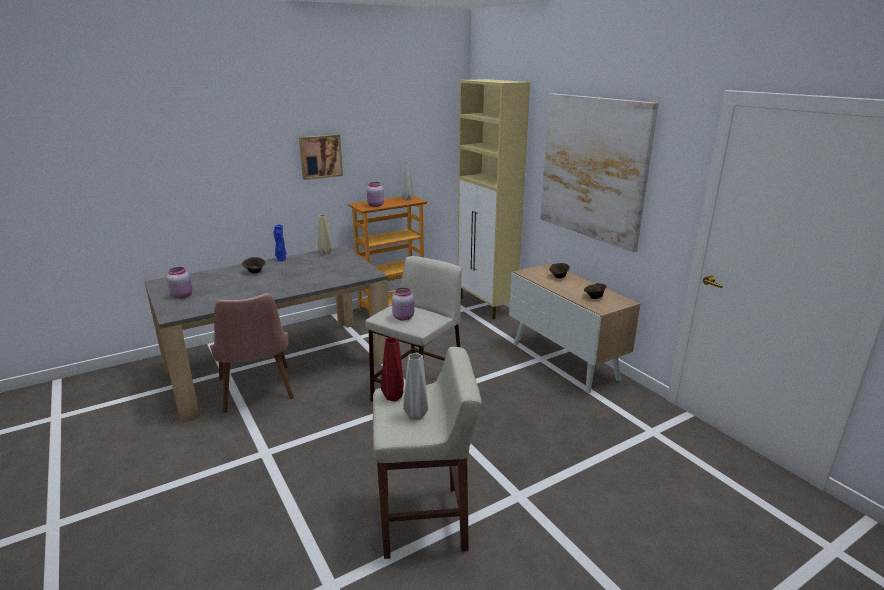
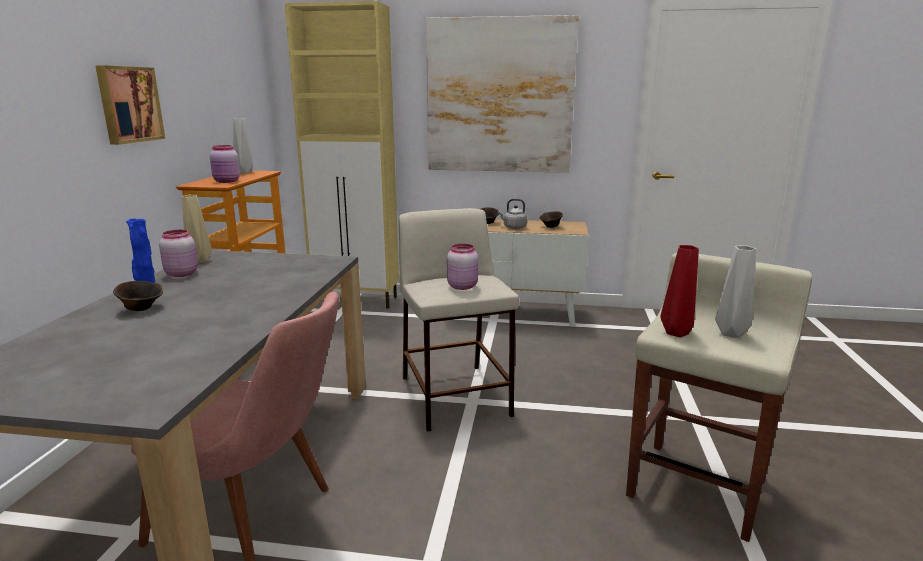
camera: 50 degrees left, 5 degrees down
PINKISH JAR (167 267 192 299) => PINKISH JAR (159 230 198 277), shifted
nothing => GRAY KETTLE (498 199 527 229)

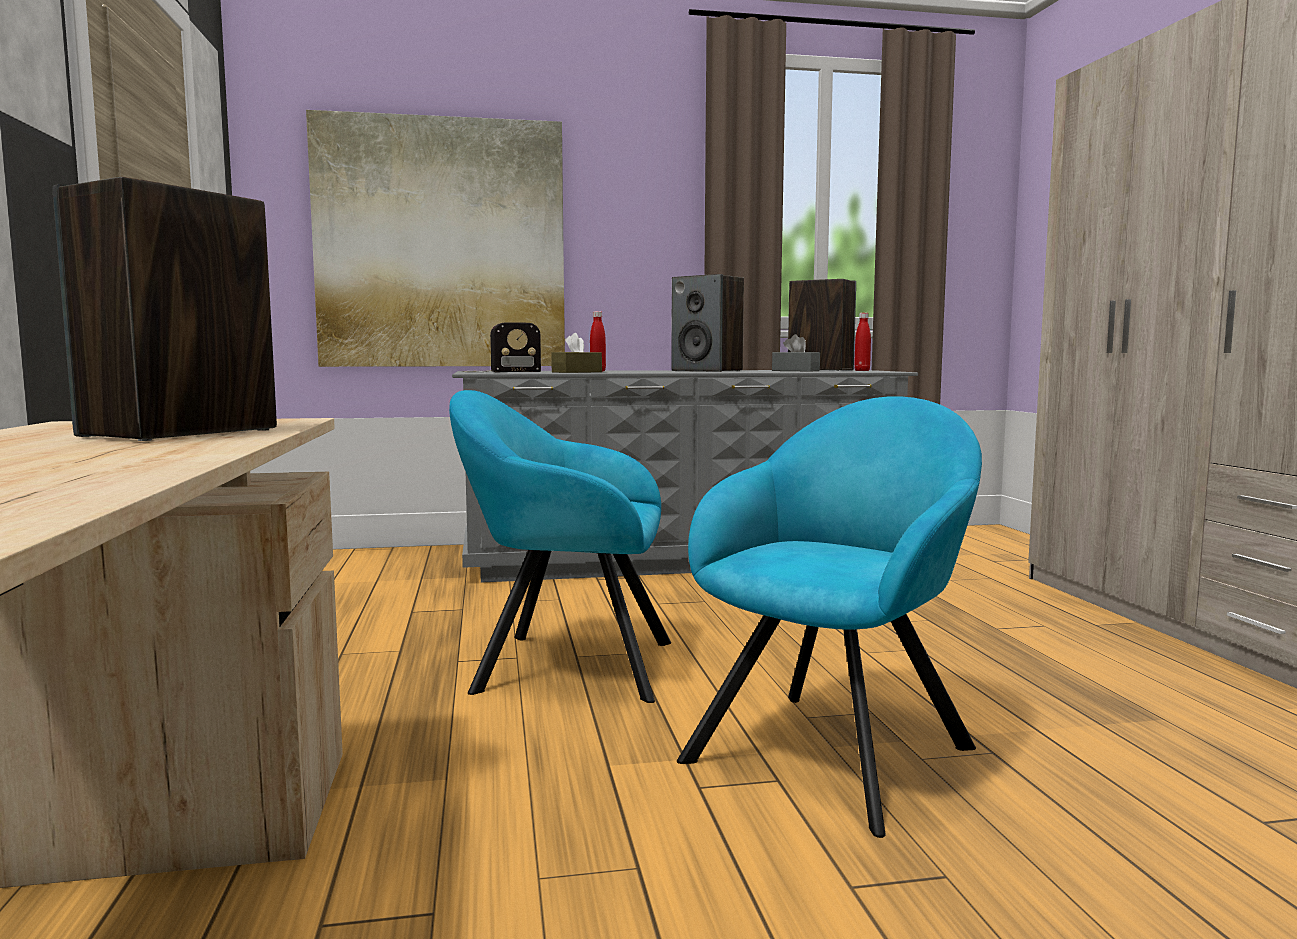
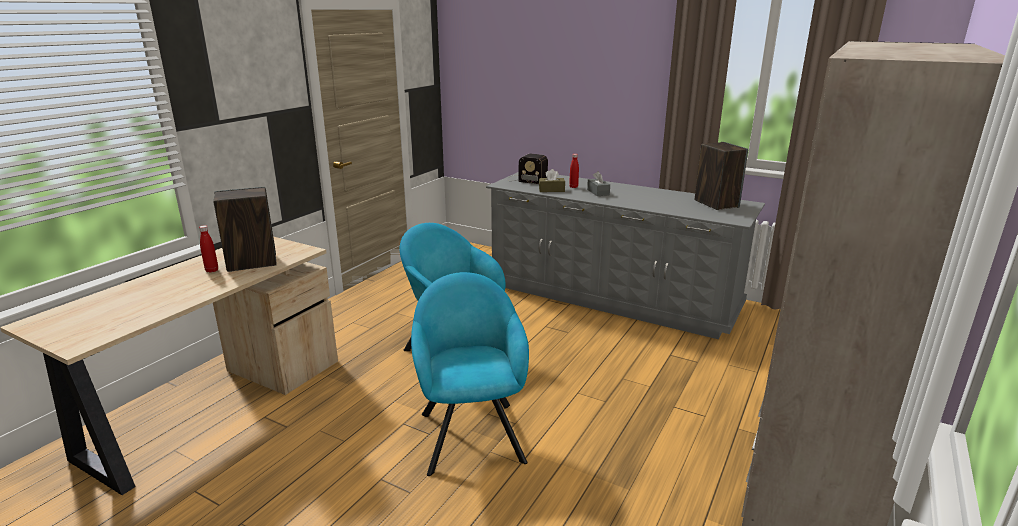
camera: 40 degrees right, 15 degrees up
WALL PICTURE (306 110 565 367) => nothing
LOUDSPEAKER (671 274 744 372) => nothing
TURQUOISE LOUNGE CHAIR (677 396 982 838) => TURQUOISE LOUNGE CHAIR (411 272 529 476), 90 degrees counterclockwise
GRAY TISSUE BOX (772 334 820 371) => GRAY TISSUE BOX (587 171 610 196), shifted
RED-COLOURED BEVERAGE BOTTLE (854 313 871 371) => RED-COLOURED BEVERAGE BOTTLE (199 225 218 273), shifted

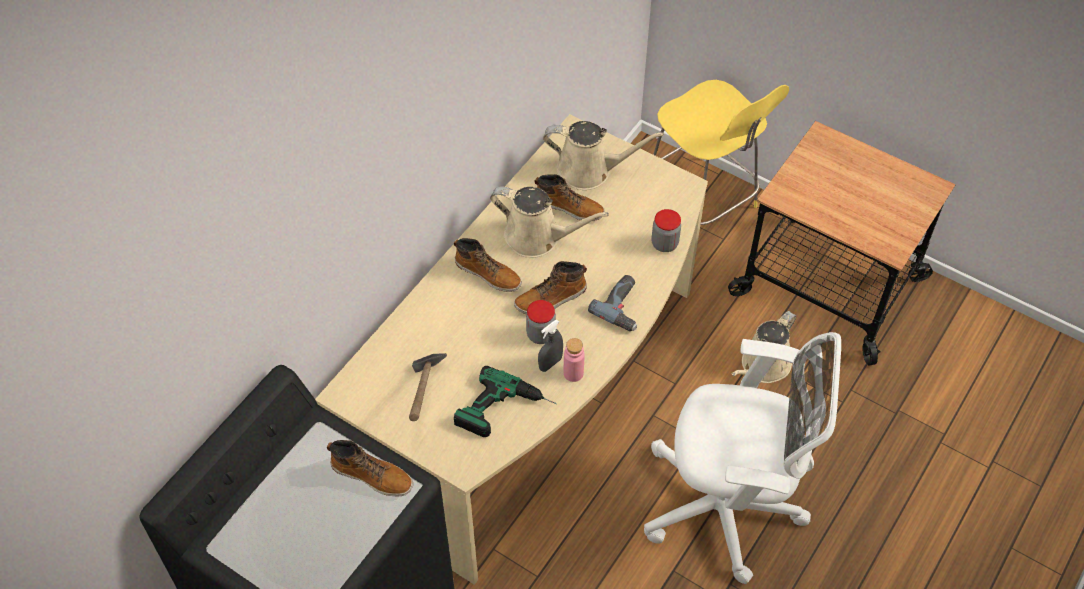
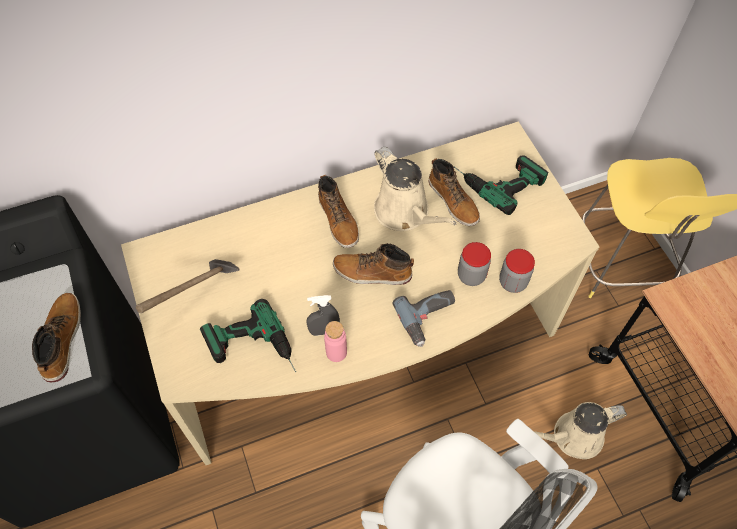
camera: 35 degrees right, 5 degrees up
HIGH-TOP BOOT (326 440 413 496) => HIGH-TOP BOOT (32 293 81 382), 150 degrees counterclockwise
JAR (526 300 556 344) => JAR (458 242 491 286), shifted
SAND-COLOURED SPRINKLING CAN (543 121 664 190) => DRILL (454 155 548 215)

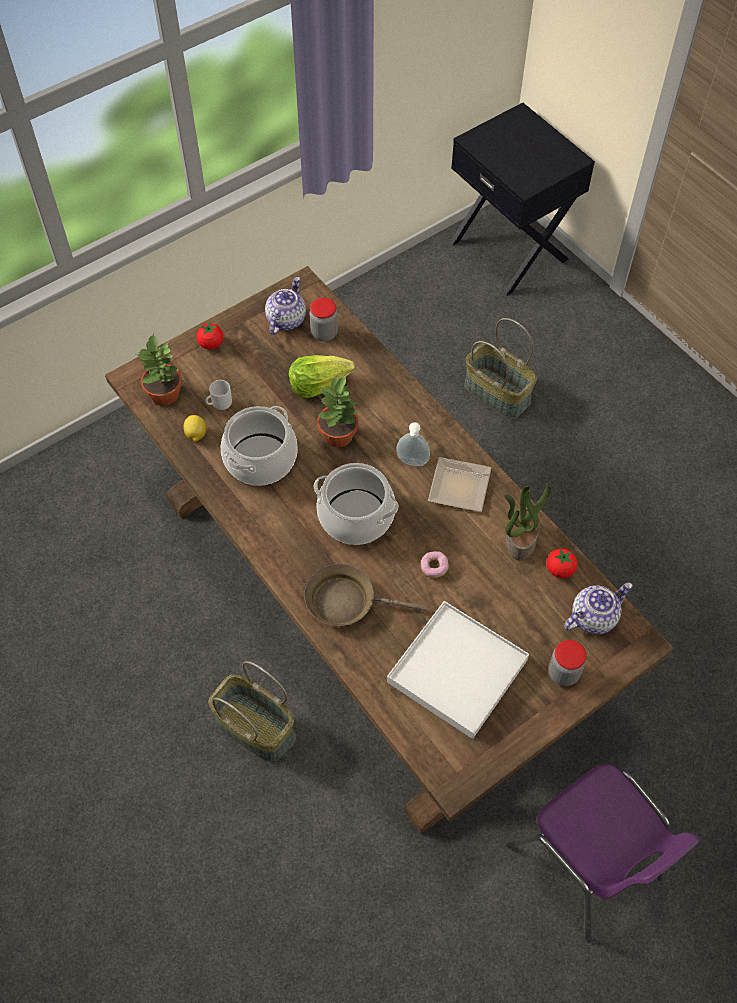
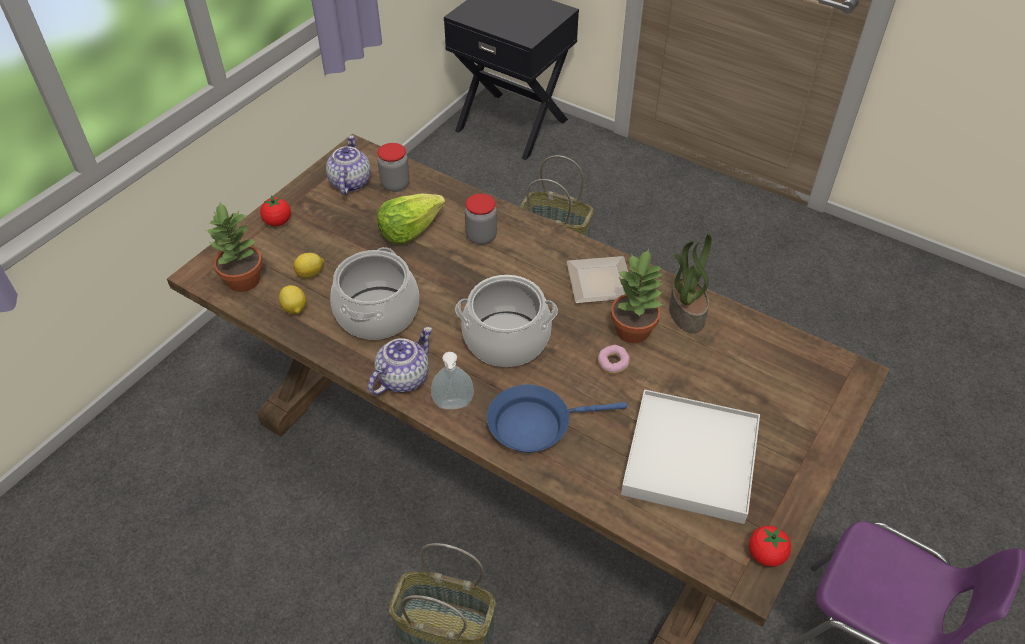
camera: 20 degrees left, 10 degrees down
COFFEE MUG (205 380 232 410) => WHOLE LEMON (294 253 324 278)
BROWNISH FRYING PAN (304 564 427 626) => BLUE-COLOURED FRYING PAN (487 385 627 453)
PLANT IN A POT (317 375 359 447) => PLANT IN A POT (611 249 664 343), shifted
LIQUID SOAP BOTTLE (396 423 430 466) => LIQUID SOAP BOTTLE (431 352 474 410), shifted
WHOLE TOMATO (547 548 578 578) => WHOLE TOMATO (749 526 791 567), shifted
JAR (548 640 587 686) => JAR (465 194 497 245), shifted
POT FOR TEA (564 583 633 634) => POT FOR TEA (368 327 432 395), shifted

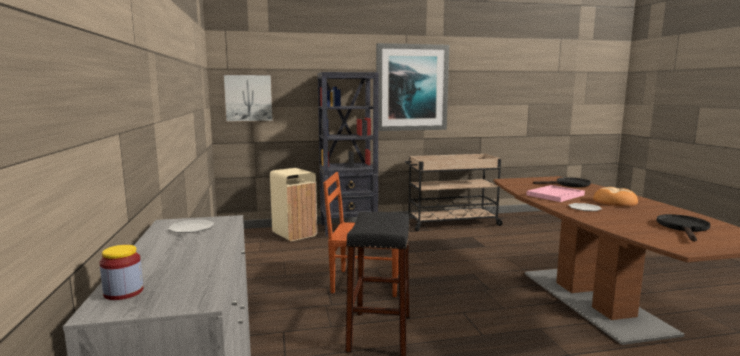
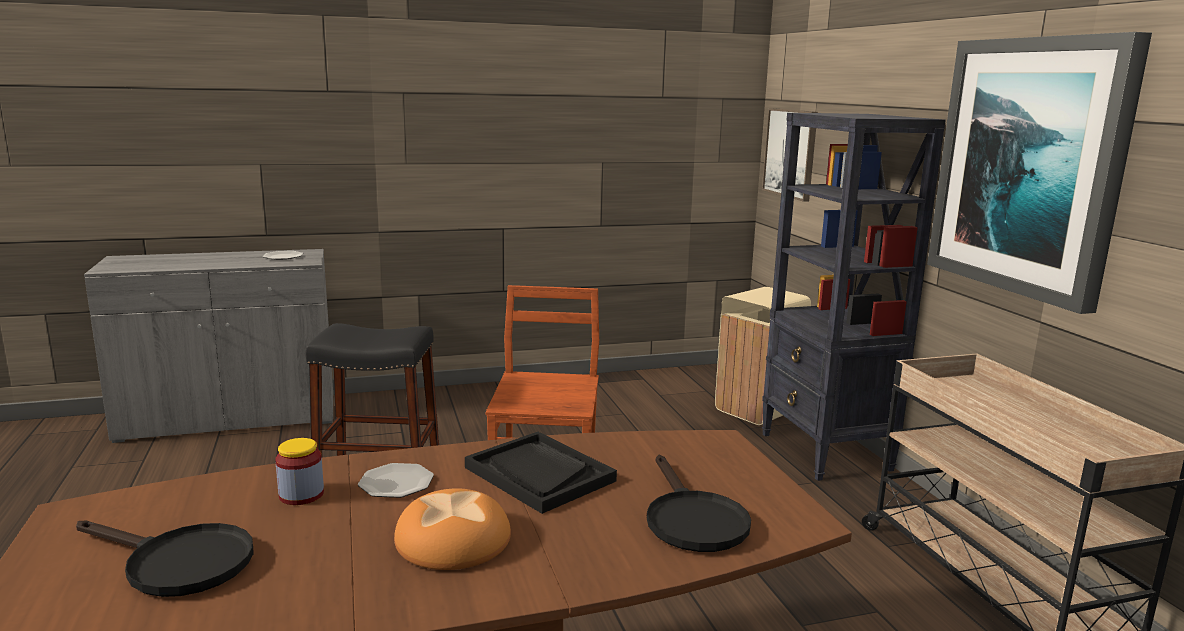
camera: 85 degrees right, 5 degrees up
JAR (99 245 143 300) => JAR (275 438 324 505), shifted
PINKISH SERVING TRAY (526 185 585 202) => BLACKISH SERVING TRAY (465 432 617 514)

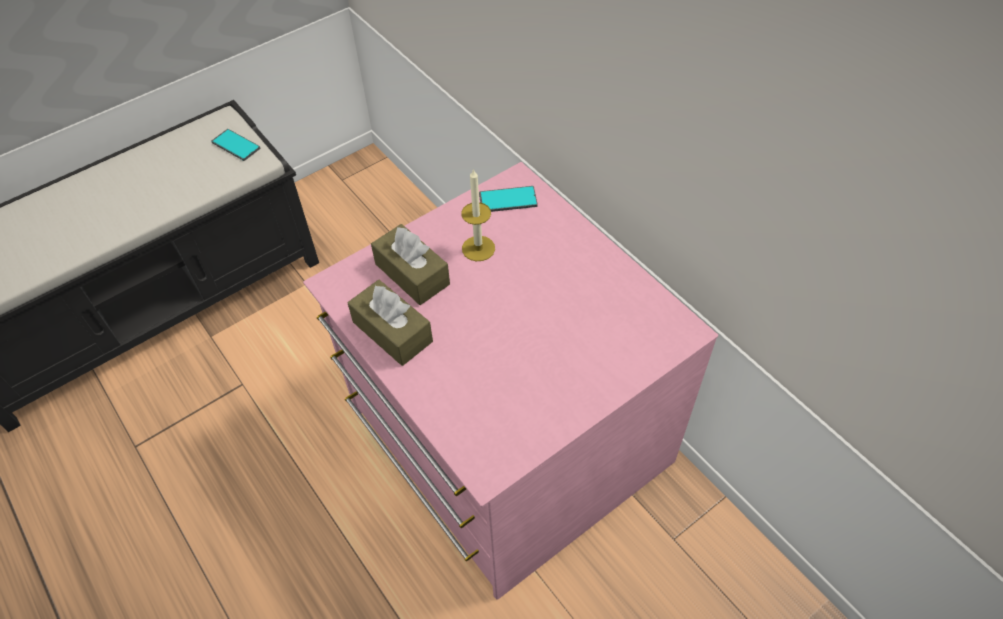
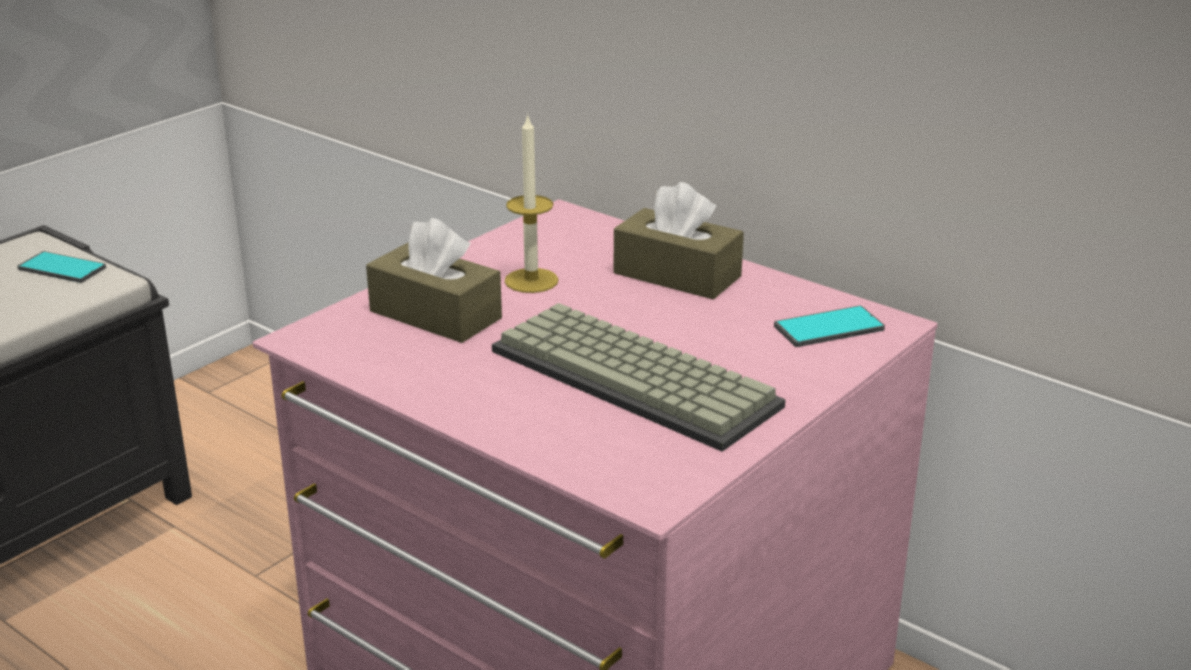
camera: 15 degrees left, 25 degrees down
BROWNISH TISSUE BOX (348 280 433 366) => BROWNISH TISSUE BOX (614 182 744 300), shifted
HANDSET (479 186 538 212) => HANDSET (774 305 885 347), shifted
nothing => COMPUTER KEYBOARD (492 303 786 452)

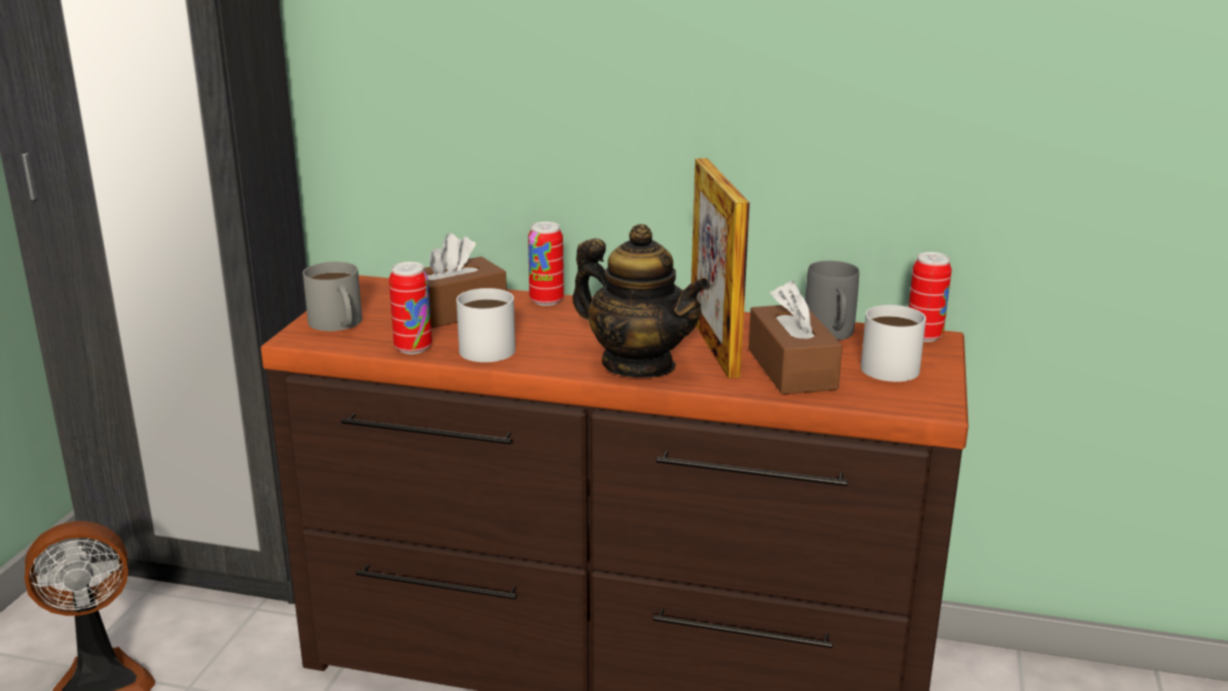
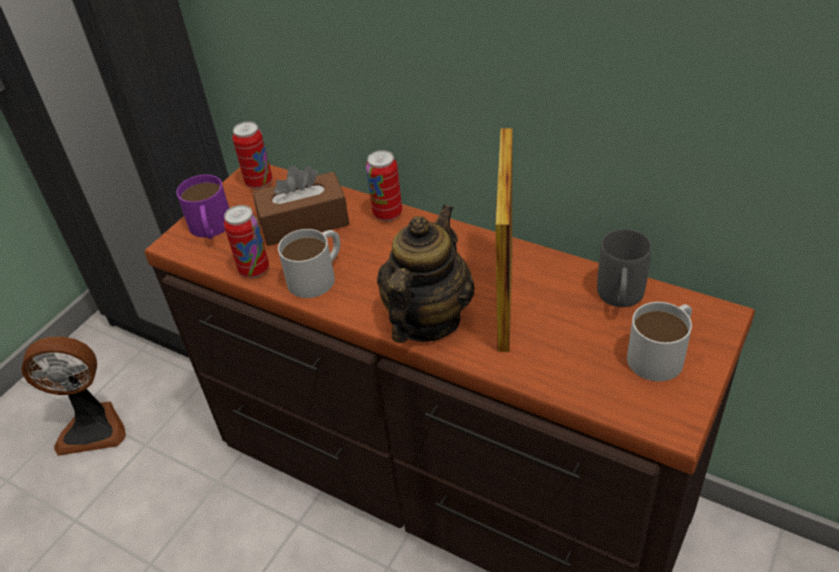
camera: 20 degrees right, 20 degrees up
GRAY COFFEE MUG (303 262 362 331) => PURPLISH COFFEE MUG (176 175 229 239)
POT FOR TEA (572 224 710 377) => POT FOR TEA (377 205 475 343), 120 degrees counterclockwise
BROWNISH TISSUE BOX (748 281 842 394) => nothing
CAN (909 252 952 342) => CAN (233 121 272 189), shifted

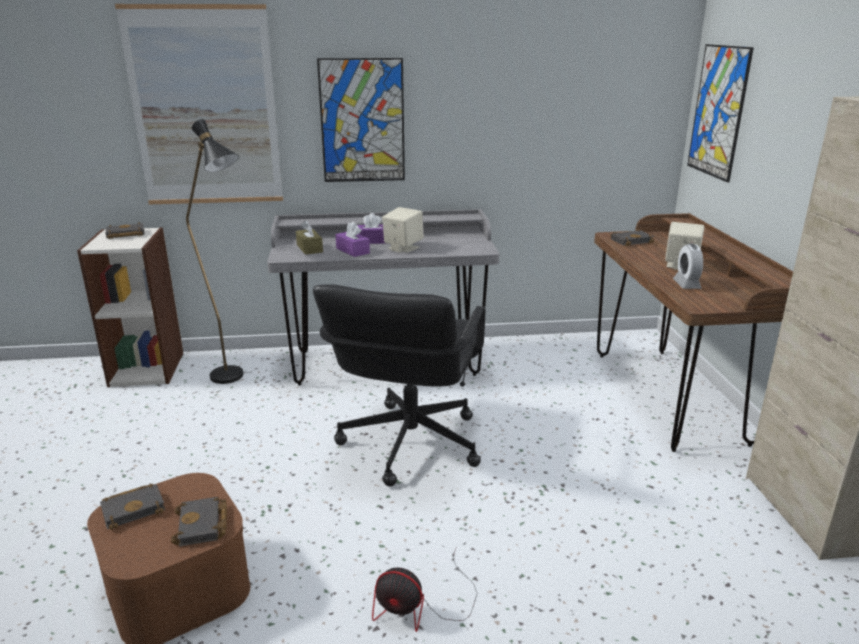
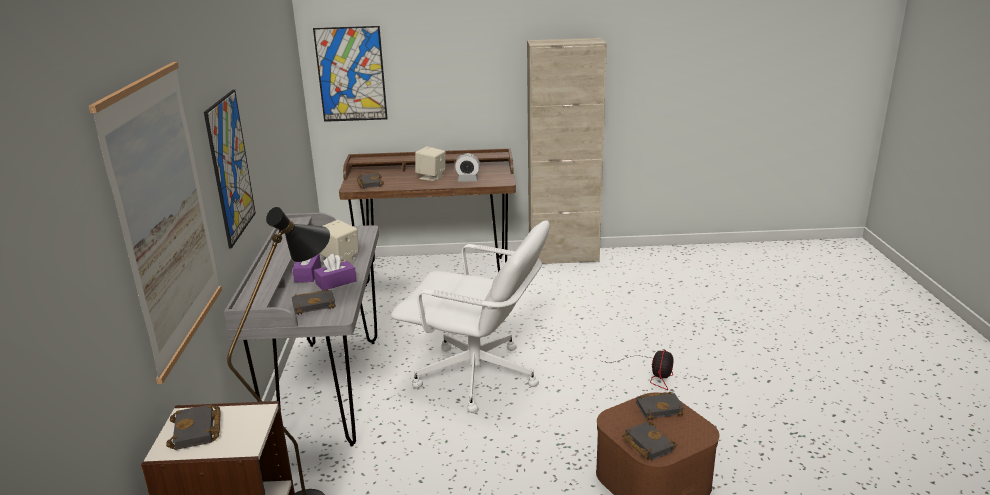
camera: 85 degrees left, 0 degrees up
BROWNISH TISSUE BOX (296 220 323 255) => BLACKISH BOOK (292 289 336 315)
BLACKISH DESK CHAIR (313 284 485 486) => WHITE DESK CHAIR (391 220 550 413)

